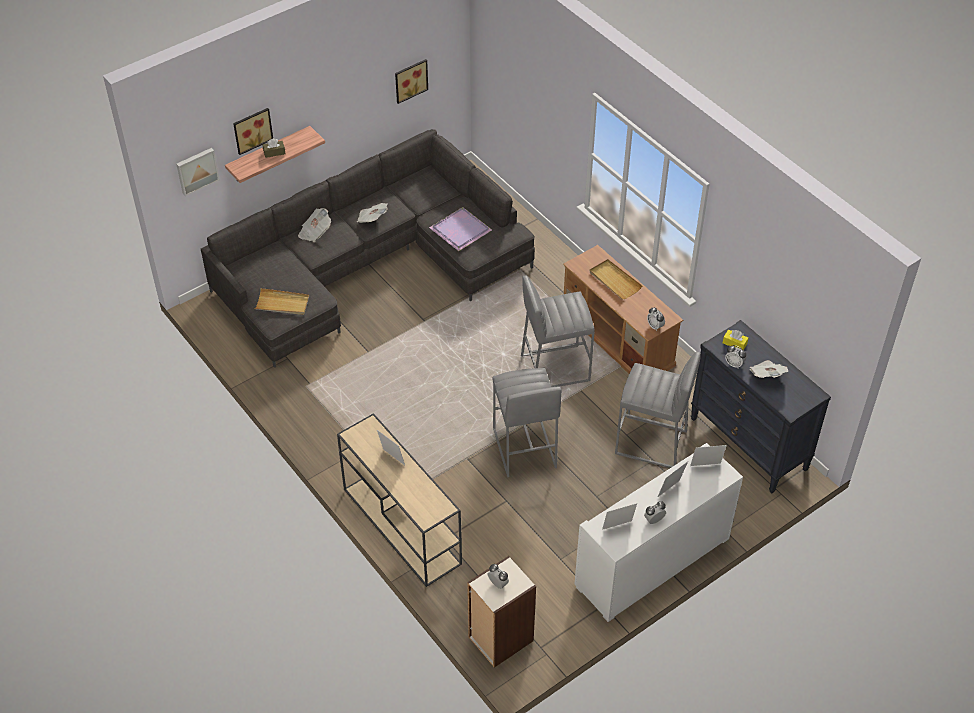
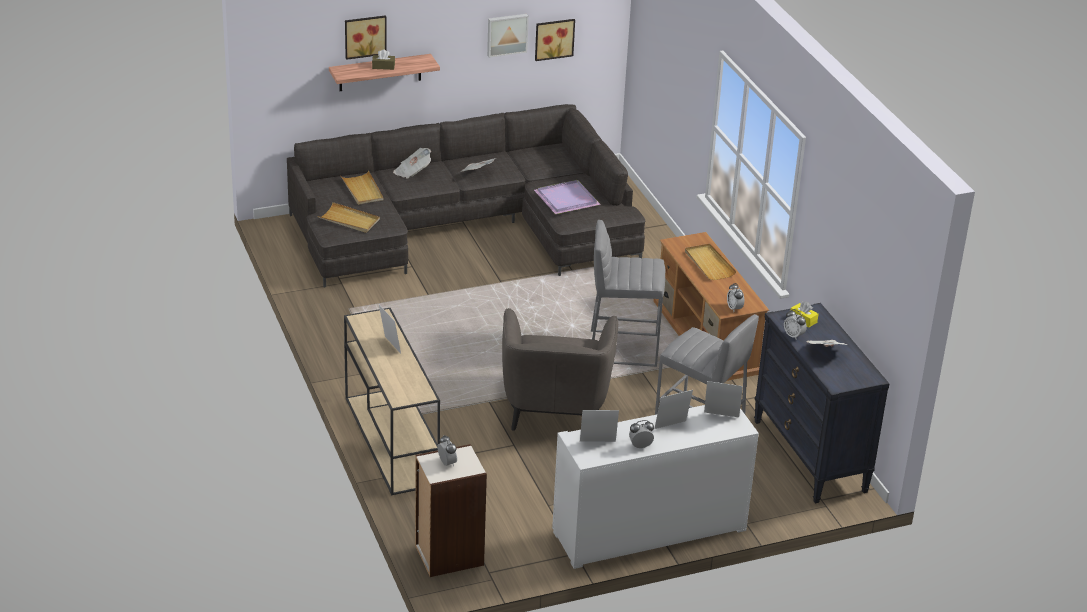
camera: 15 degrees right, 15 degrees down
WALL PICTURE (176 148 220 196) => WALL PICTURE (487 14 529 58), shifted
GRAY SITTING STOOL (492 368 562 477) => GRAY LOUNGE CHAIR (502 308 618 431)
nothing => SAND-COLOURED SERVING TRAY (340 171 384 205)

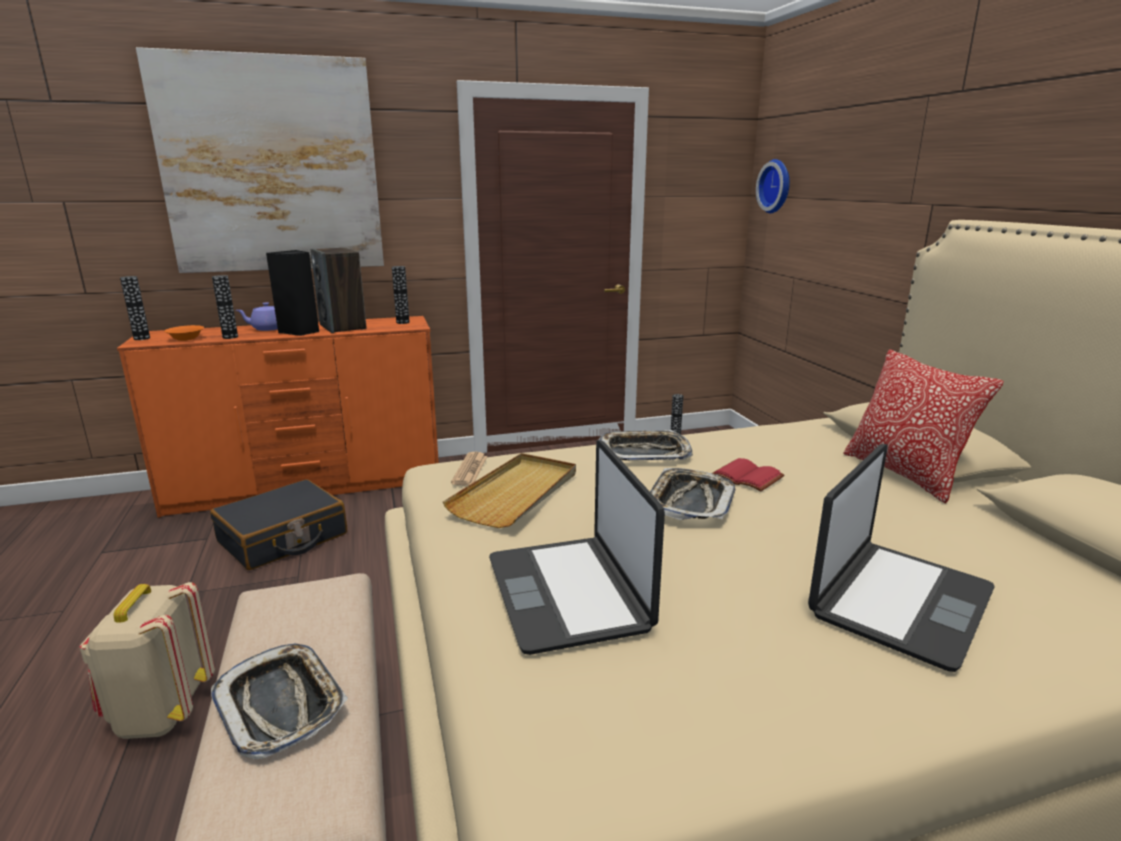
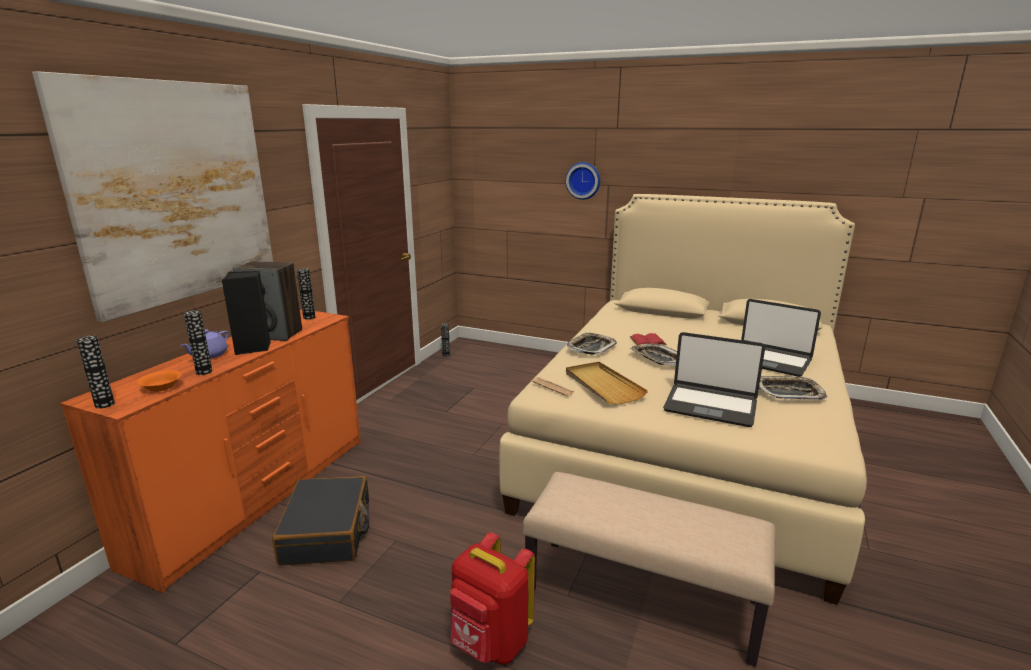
camera: 50 degrees left, 0 degrees up
SAND-COLOURED BACKPACK (79 582 215 739) => RED-COLOURED BACKPACK (450 532 535 665)
SERVING TRAY (211 644 348 759) => SERVING TRAY (759 376 827 400), shifted
WALL CLOCK (756 159 790 213) => WALL CLOCK (565 162 600 200), shifted
PORTABLE COMPUTER (808 444 995 672) => PORTABLE COMPUTER (741 299 821 377), 135 degrees clockwise
THROW PILLOW (843 349 1004 503) => nothing

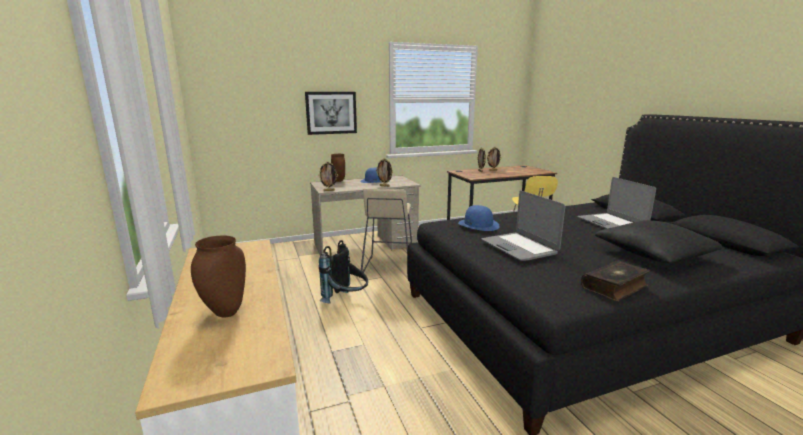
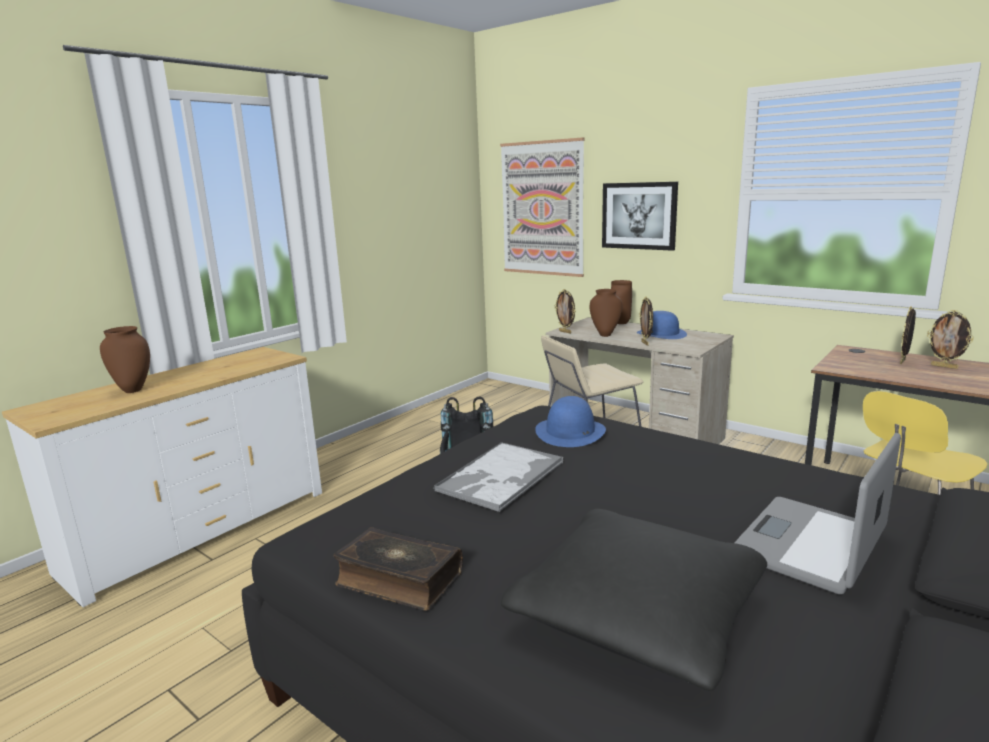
camera: 60 degrees right, 0 degrees up
PORTABLE COMPUTER (482 191 565 261) => SERVING TRAY (434 442 564 512)
nothing => WALL PICTURE (500 137 584 277)
nothing => BROWNISH DECORATIVE VASE (590 289 622 337)

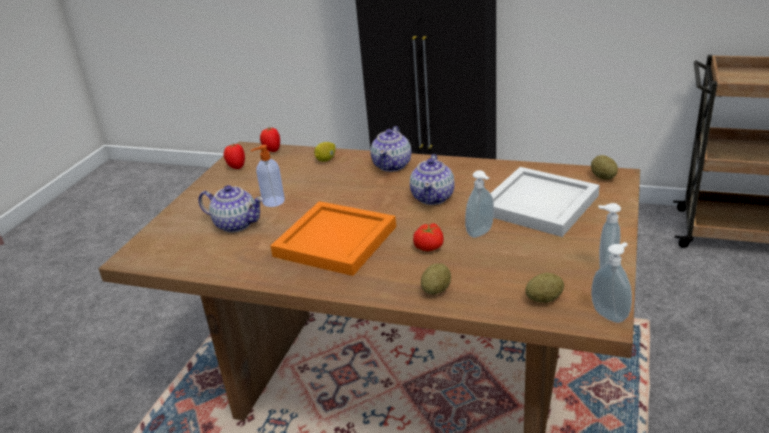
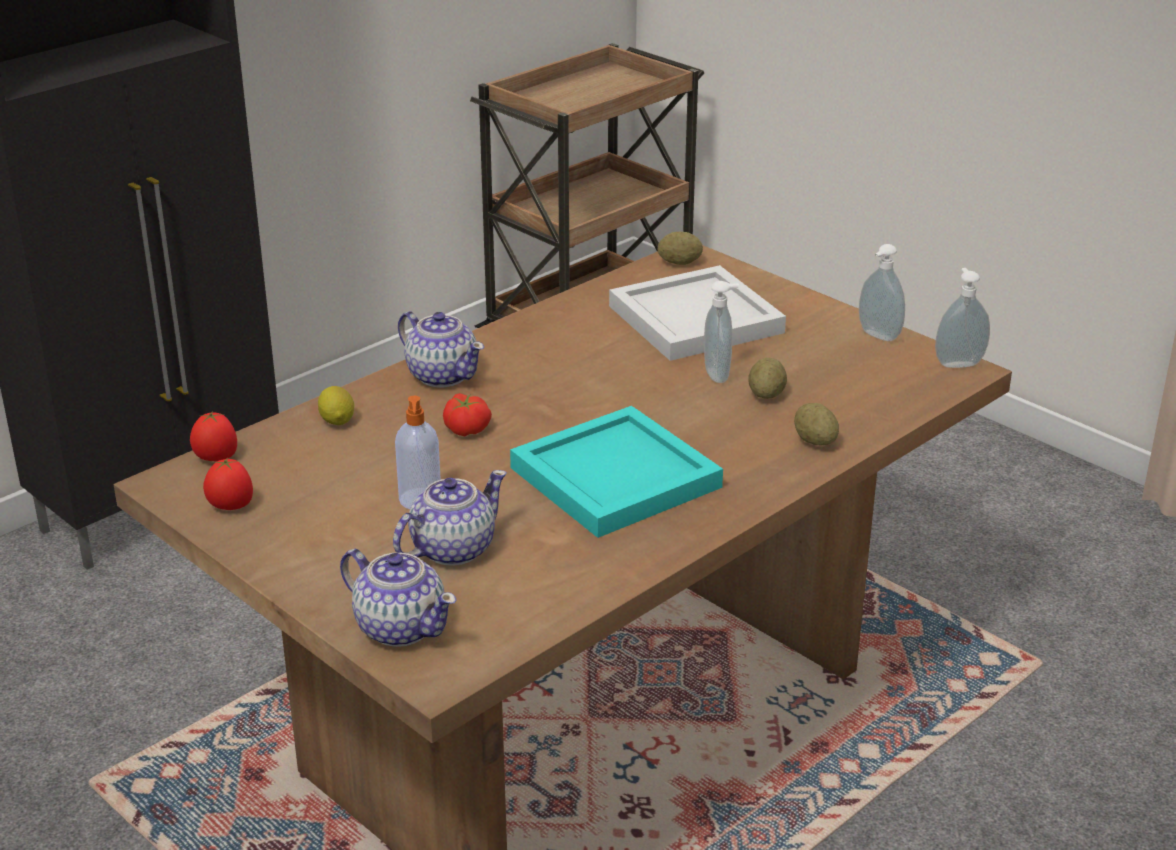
camera: 65 degrees left, 0 degrees up
ORANGE-COLOURED SERVING TRAY (270 201 396 276) => TURQUOISE SERVING TRAY (510 406 723 538)
POT FOR TEA (410 154 454 205) => POT FOR TEA (340 549 456 647), shifted
WHOLE TOMATO (413 223 444 251) => WHOLE TOMATO (443 393 492 436), shifted
SPUD (525 272 564 303) => SPUD (748 358 787 399), shifted

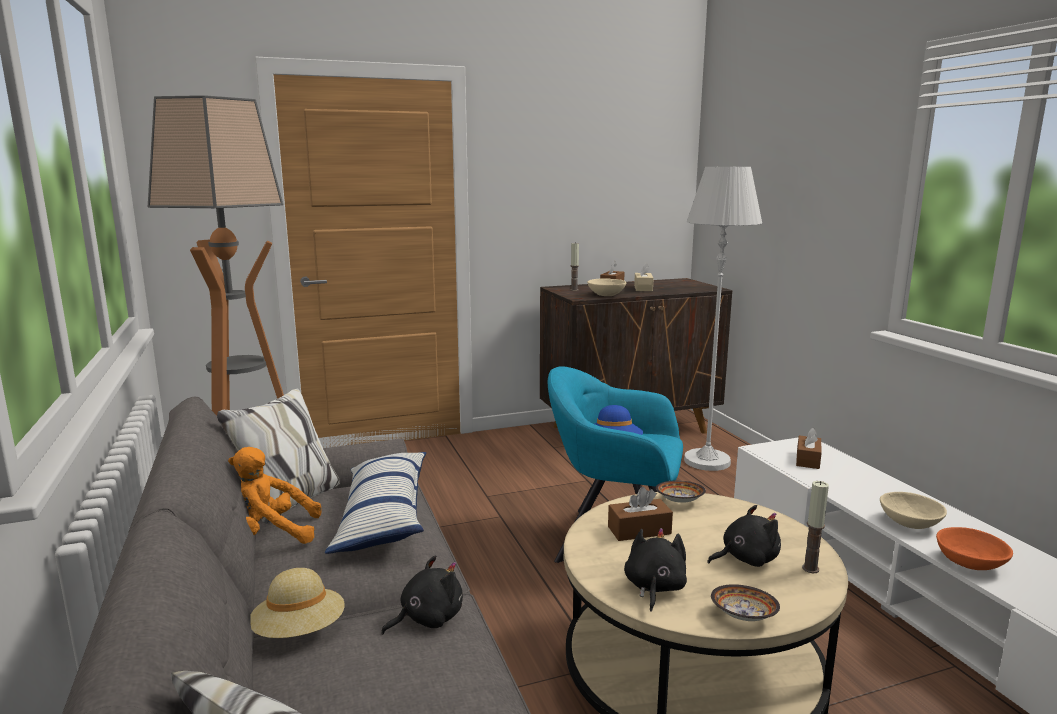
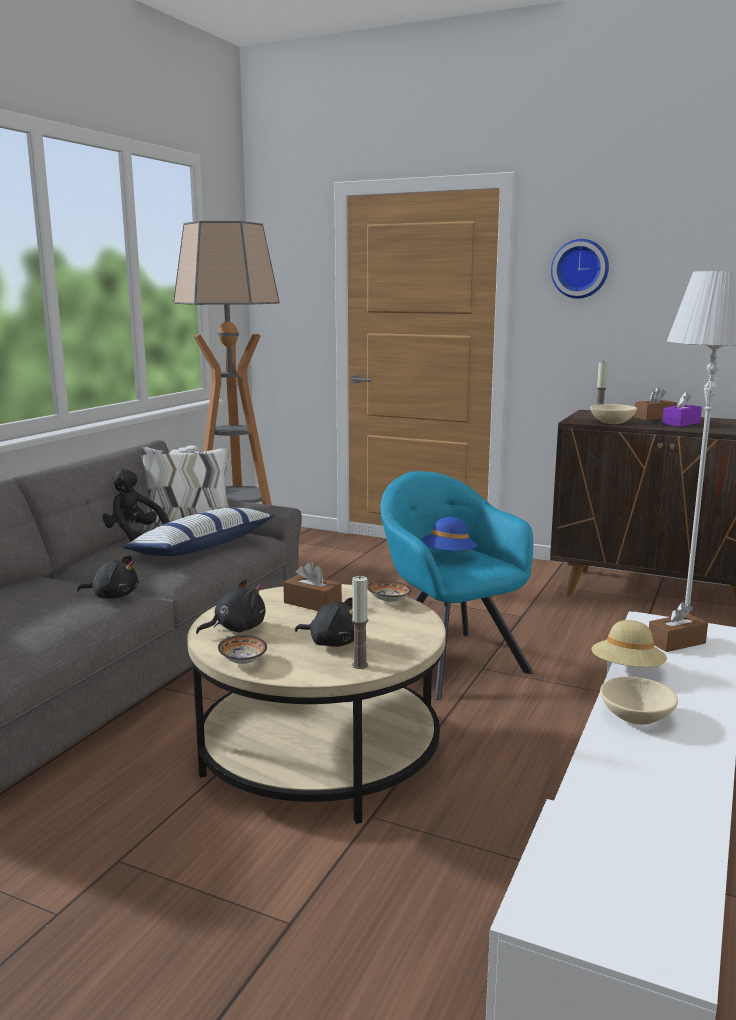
camera: 45 degrees right, 0 degrees up
ORANGE-COLOURED SOFT TOY (228 447 321 544) => BLACKISH SOFT TOY (102 469 169 542)
SAND-COLOURED CLOTHING HAT (250 568 345 638) => SAND-COLOURED CLOTHING HAT (591 620 667 667), shifted
SAND-COLOURED TISSUE BOX (634 262 654 291) => PURPLISH TISSUE BOX (662 391 702 427)
ORANGE-COLOURED DEEP DISH (936 527 1013 570) => nothing
nothing => WALL CLOCK (551 239 609 299)

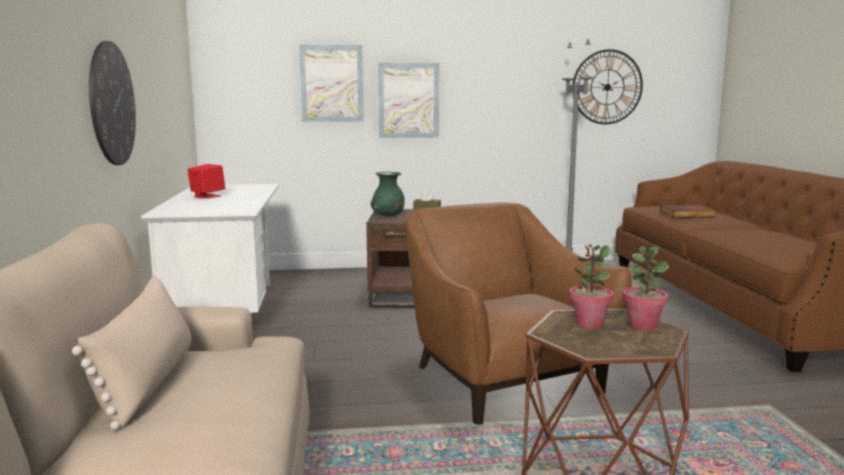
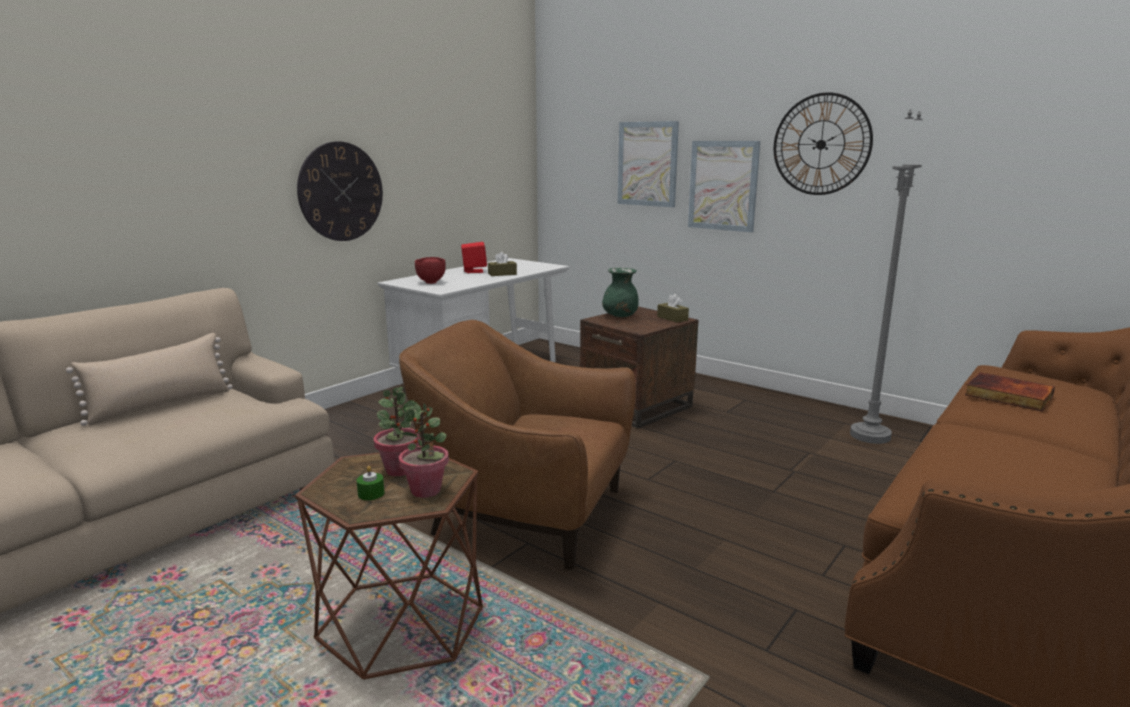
camera: 45 degrees right, 5 degrees up
BROWNISH LOUNGE CHAIR (405 202 632 425) => BROWNISH LOUNGE CHAIR (399 320 636 570), 90 degrees counterclockwise
WALL CLOCK (572 49 643 124) => WALL CLOCK (774 92 873 195), shifted
nothing => GREEN-COLOURED CANDLE (356 466 385 500)
nothing => RED-COLOURED DEEP DISH (415 257 446 284)
nothing => BROWNISH TISSUE BOX (488 252 517 276)

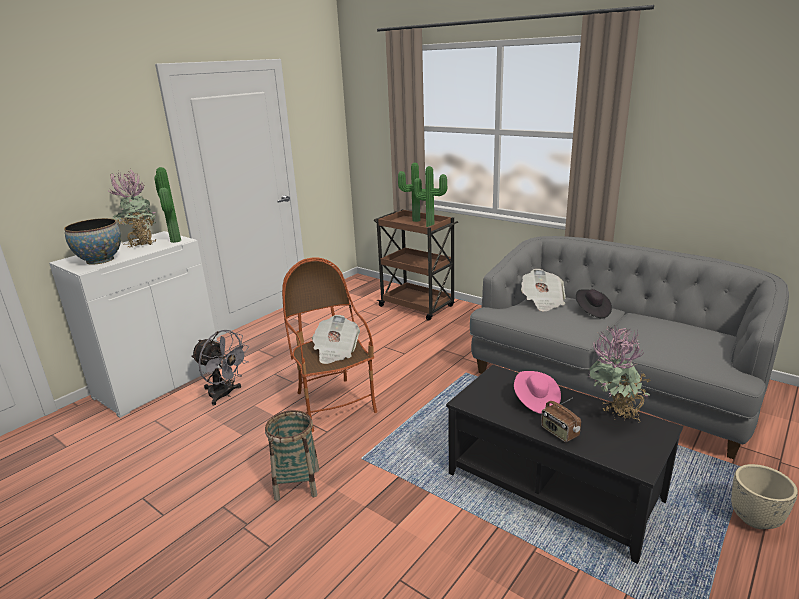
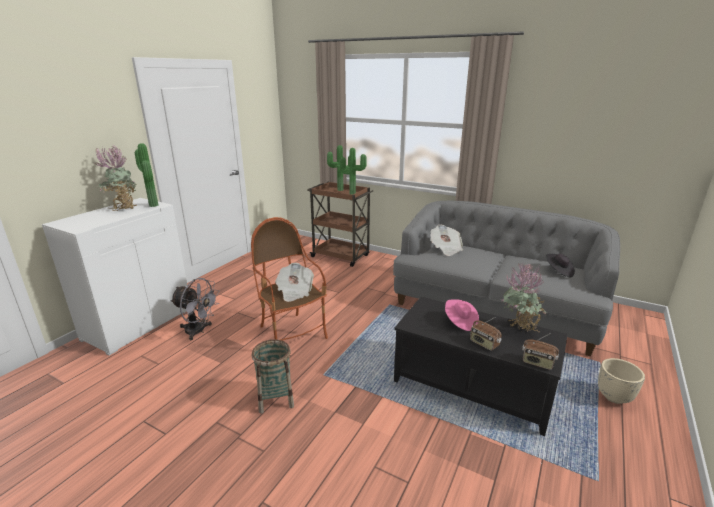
camera: 10 degrees left, 0 degrees up
DEEP DISH (64 218 121 265) => nothing
BLACKISH CLOTHING HAT (576 289 612 319) => BLACKISH CLOTHING HAT (546 254 575 277), shifted
nothing => RADIO SET (522 334 559 370)

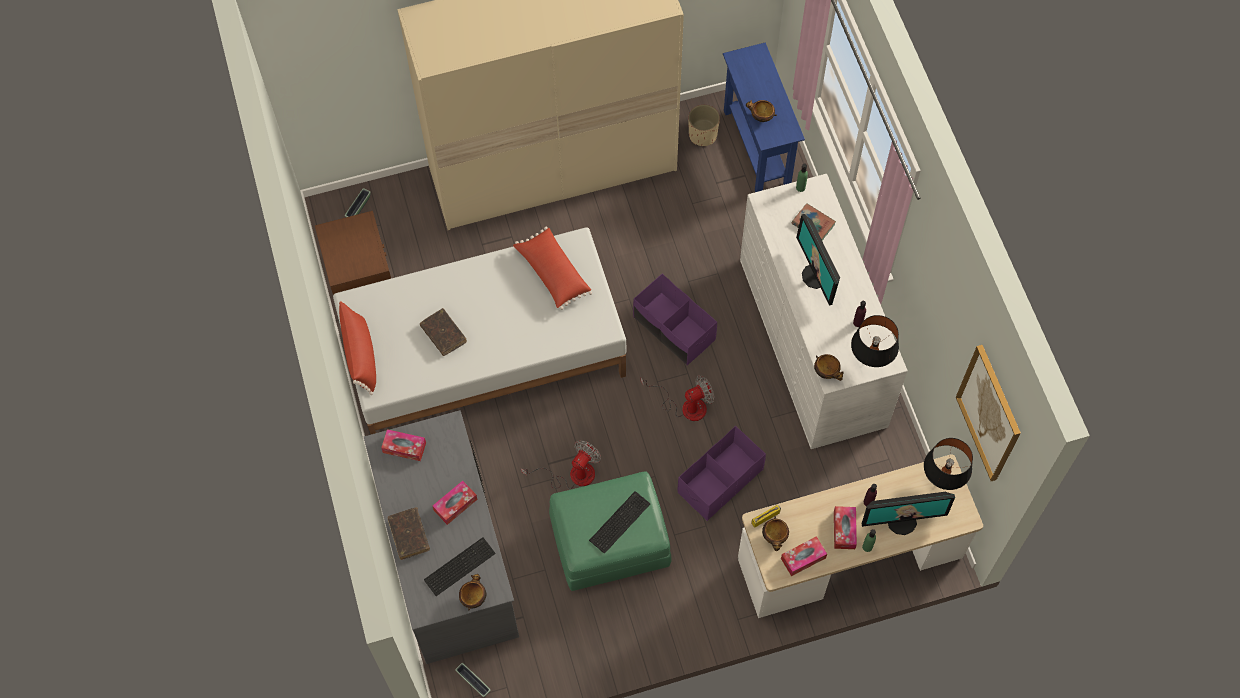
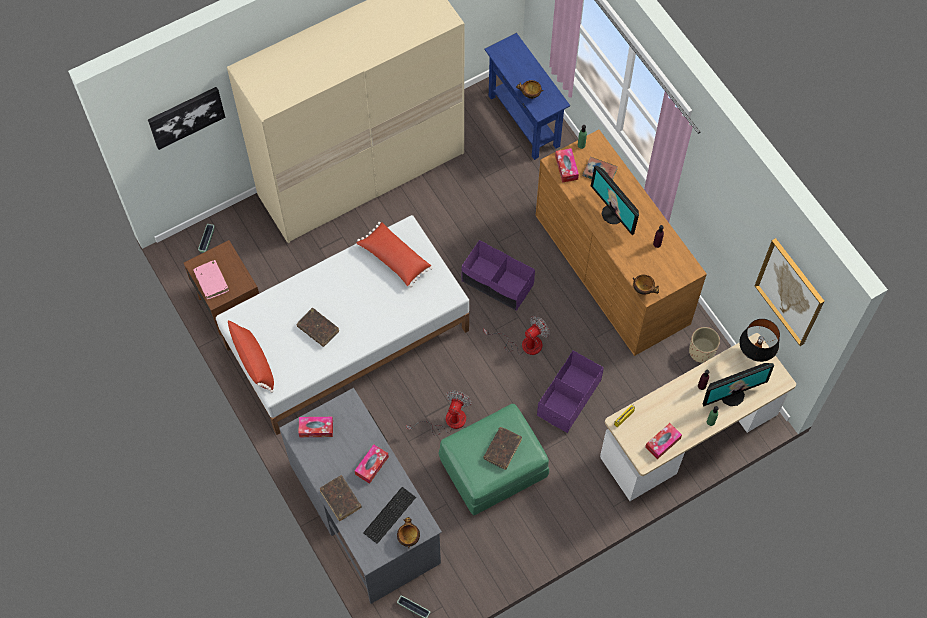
camera: 15 degrees left, 0 degrees up
COMPUTER KEYBOARD (589 491 650 554) => BROWNISH BOOK (484 427 522 470)
SAND-COLOURED PLANT POT (688 105 720 146) => SAND-COLOURED PLANT POT (689 327 720 363), shifted
WHITE CHEST OF DRAWERS (740 174 908 449) => BROWNISH CHEST OF DRAWERS (536 130 707 356)
DEEP DISH (762 516 789 551) => nothing
TISSUE BOX (834 506 857 549) => TISSUE BOX (555 148 579 183), shifted
BLACKISH TABLE LAMP (851 315 899 367) => nothing
nothing => WALL PICTURE (148 87 225 150)
nothing => PINKISH BOOK (193 260 229 299)

